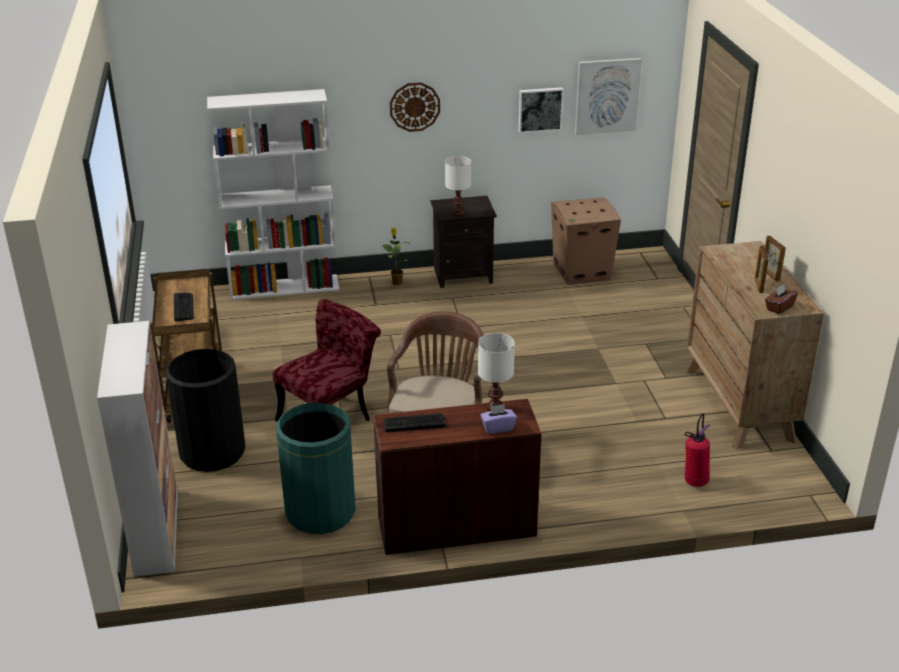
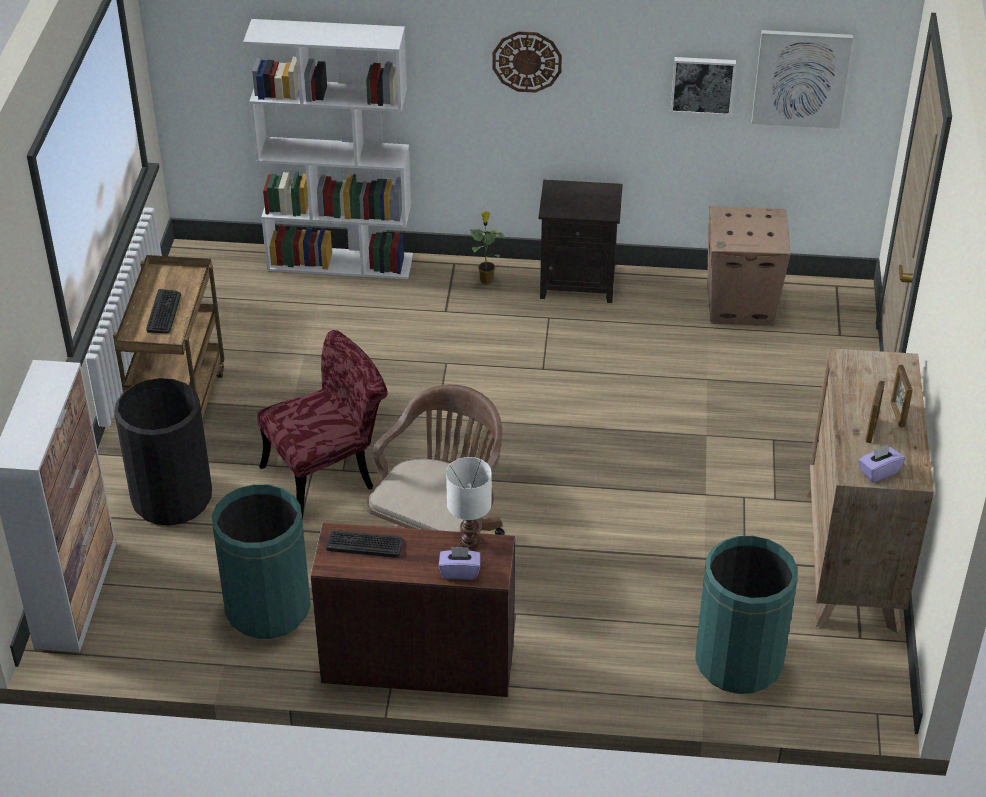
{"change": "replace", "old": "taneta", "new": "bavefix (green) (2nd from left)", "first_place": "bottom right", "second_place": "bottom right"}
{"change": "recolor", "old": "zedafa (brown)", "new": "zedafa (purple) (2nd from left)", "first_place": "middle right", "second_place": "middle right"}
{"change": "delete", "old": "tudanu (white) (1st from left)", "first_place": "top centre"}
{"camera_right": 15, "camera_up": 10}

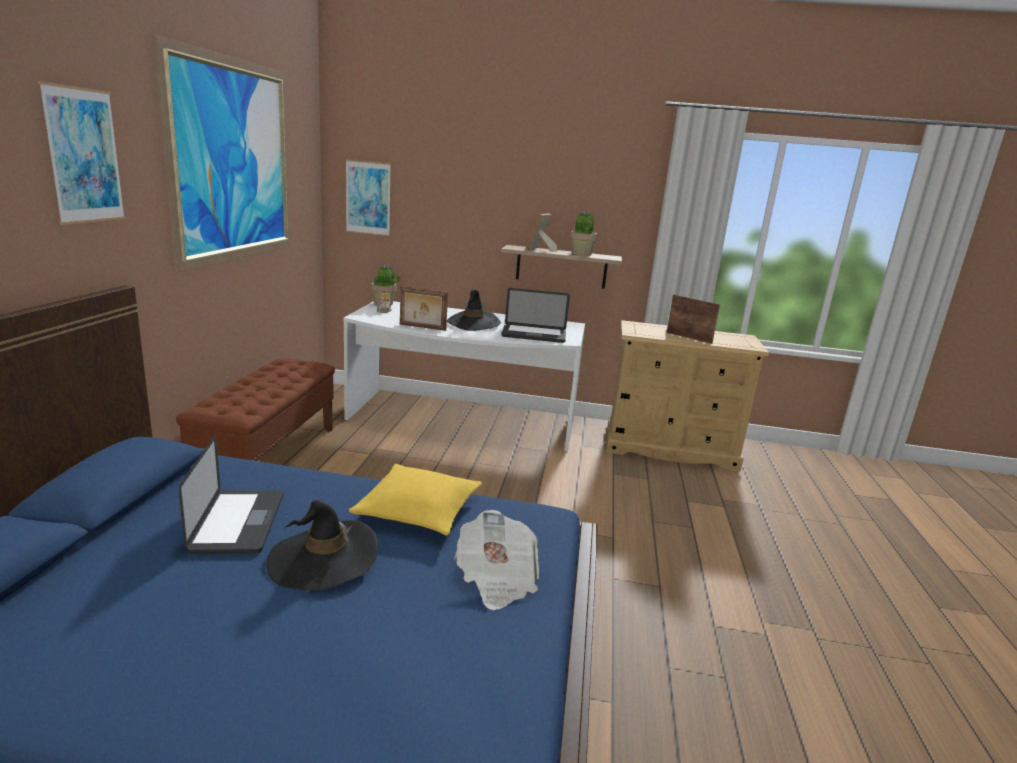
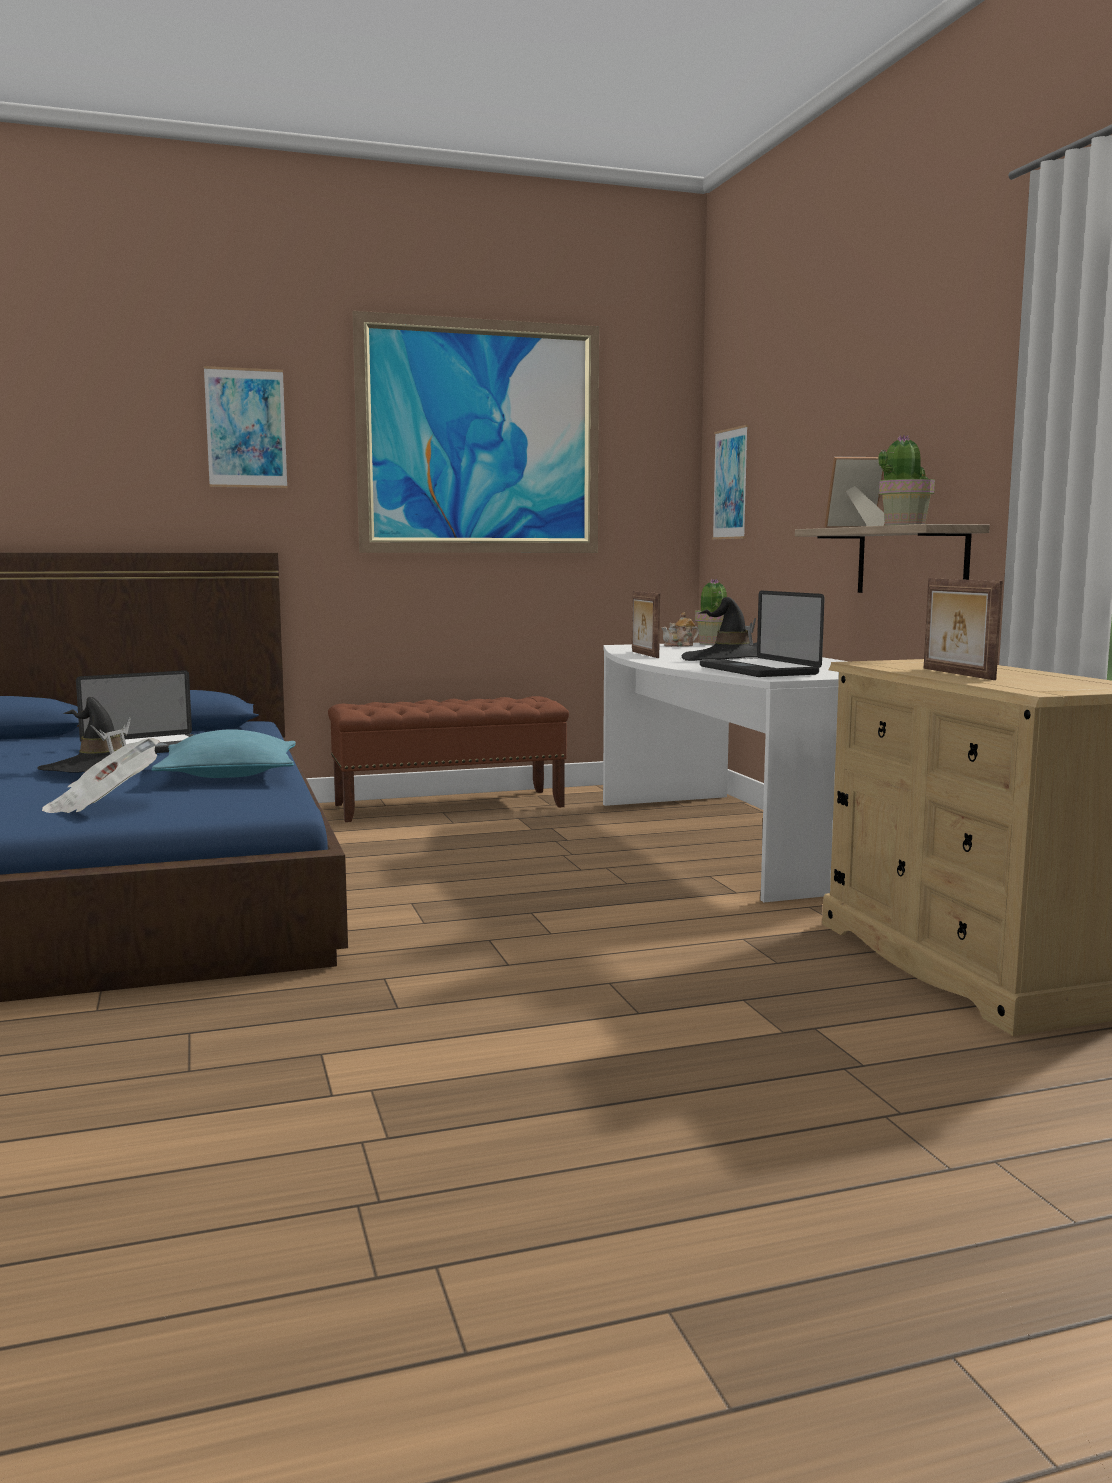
{"change": "recolor", "old": "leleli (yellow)", "new": "leleli (turquoise)", "first_place": "centre", "second_place": "middle left"}
{"change": "rotate", "old": "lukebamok (3rd from left)", "first_place": "middle right", "second_place": "middle right", "degrees": 150}
{"camera_right": 65, "camera_up": -10}

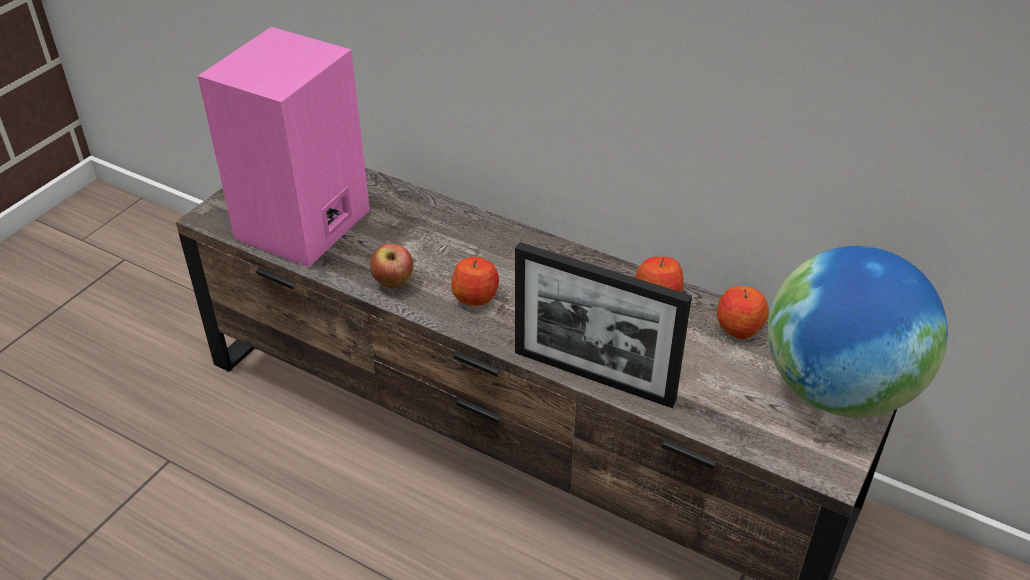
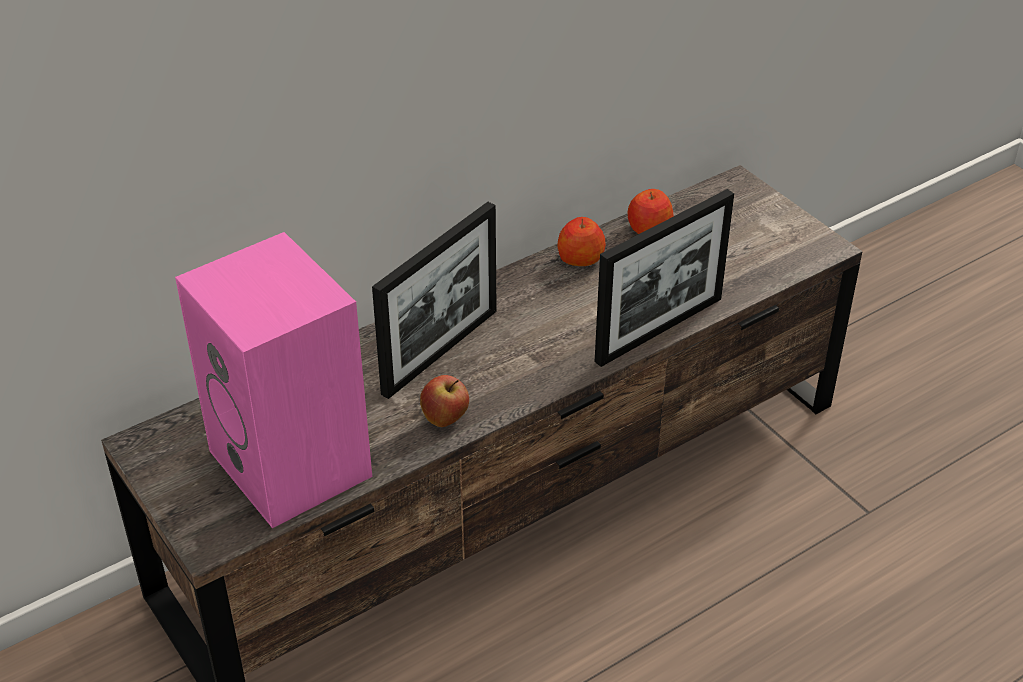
{"change": "insert", "new": "lukebamok (1st from left)", "second_place": "centre"}
{"change": "delete", "old": "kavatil (2nd from left)", "first_place": "centre"}
{"change": "delete", "old": "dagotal", "first_place": "middle right"}
{"camera_right": -65, "camera_up": 0}

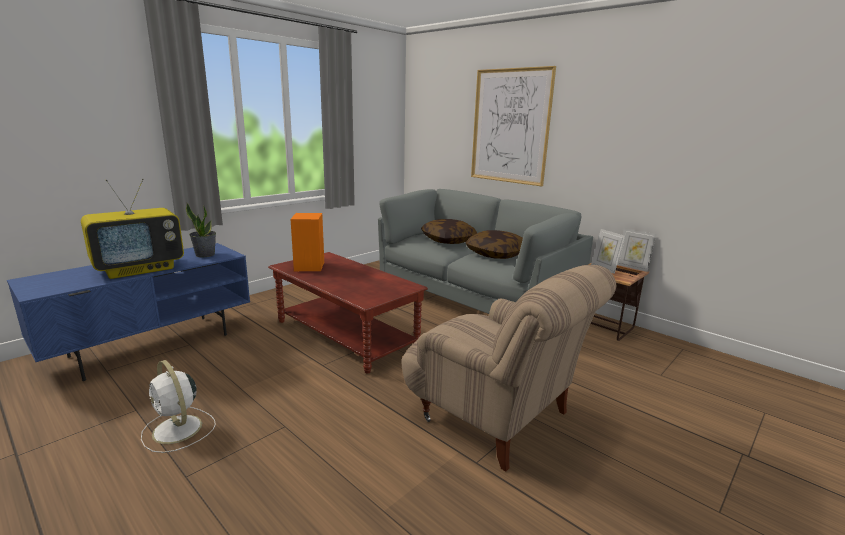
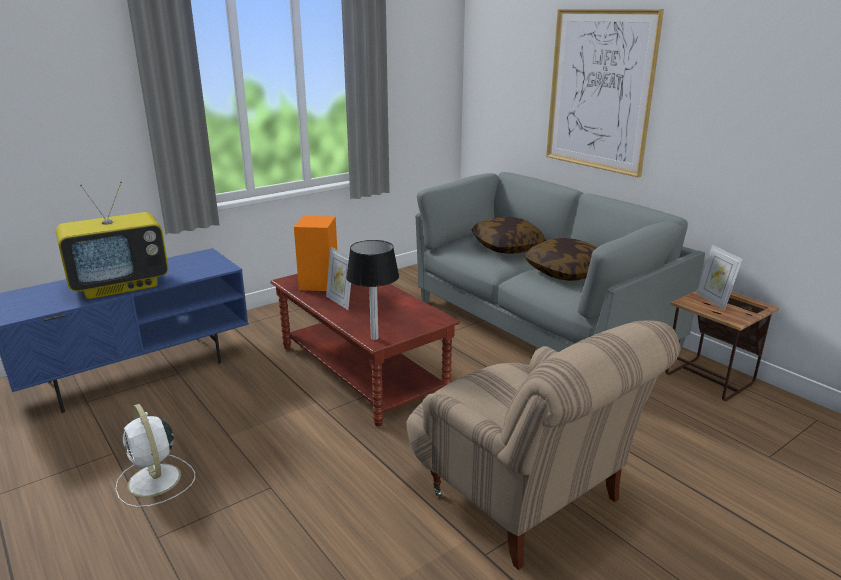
{"change": "move", "old": "lukebamok (2nd from left in the first image)", "new": "lukebamok (1st from left)", "first_place": "middle right", "second_place": "centre"}
{"change": "insert", "new": "tudanu", "second_place": "centre"}
{"change": "delete", "old": "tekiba", "first_place": "middle left"}
{"camera_right": 10, "camera_up": 5}

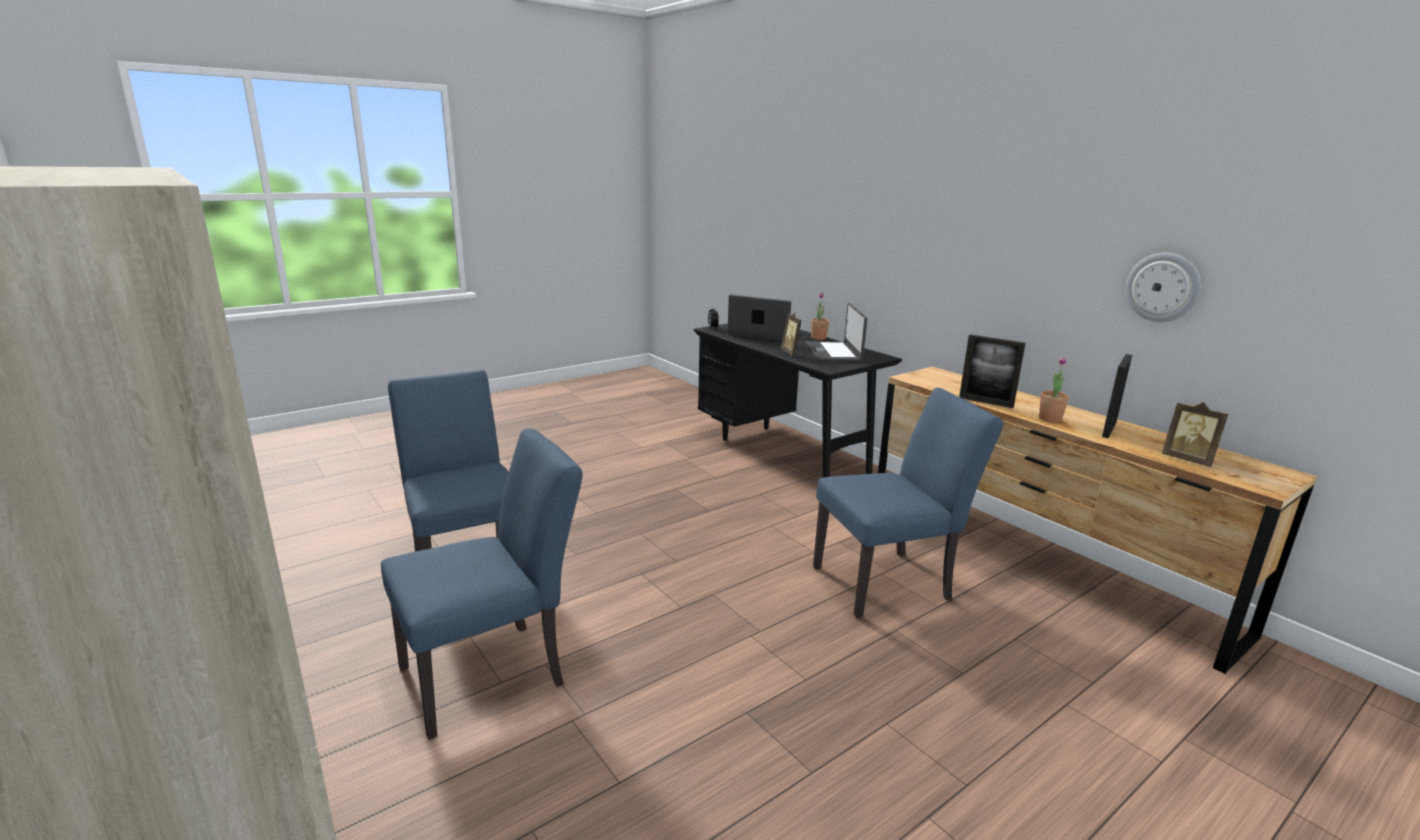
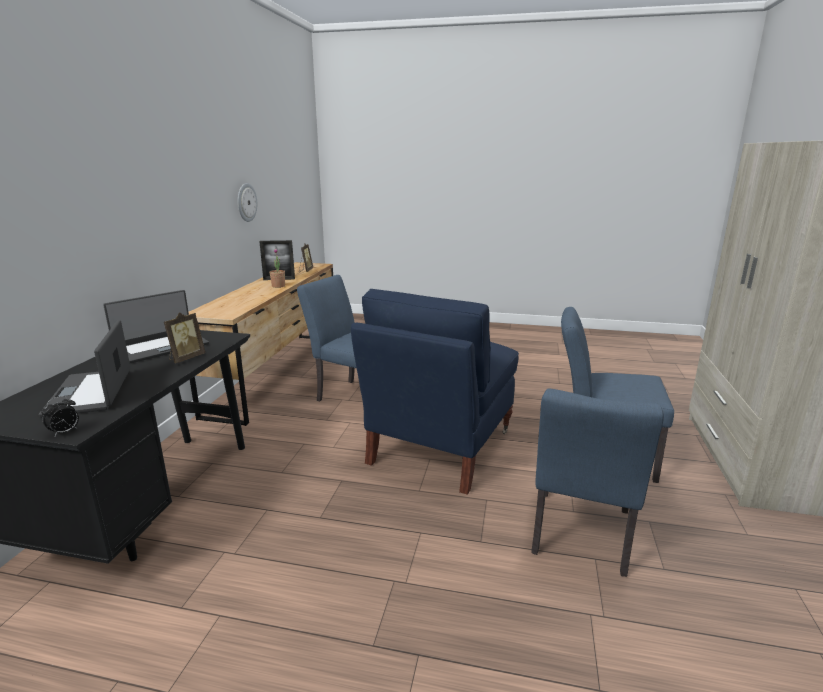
{"change": "insert", "new": "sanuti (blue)", "second_place": "centre"}
{"change": "delete", "old": "tekiba (1st from left)", "first_place": "centre"}
{"change": "delete", "old": "lukebamok (2nd from left)", "first_place": "middle right"}
{"camera_right": -130, "camera_up": 0}

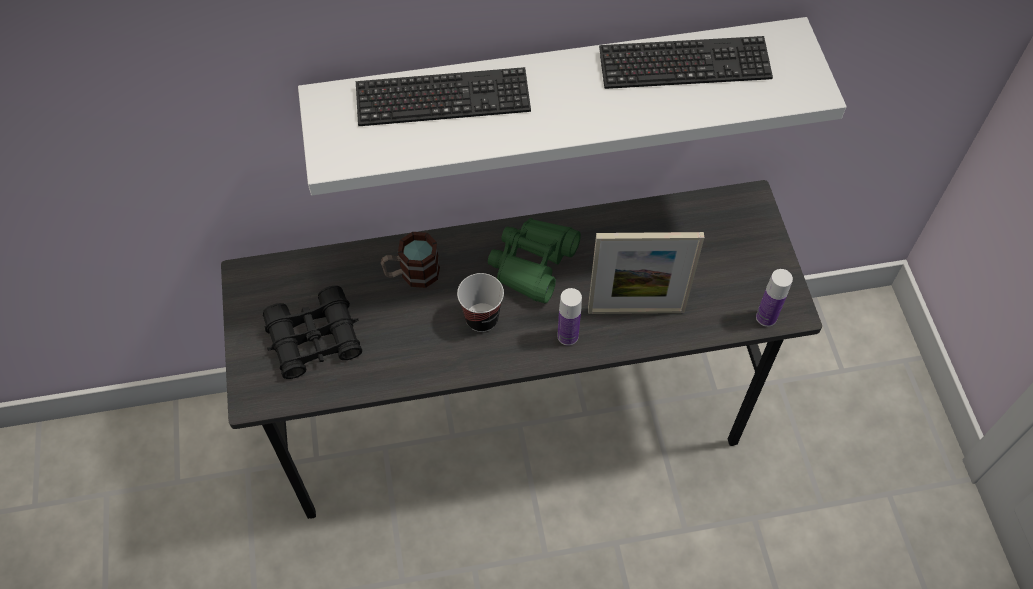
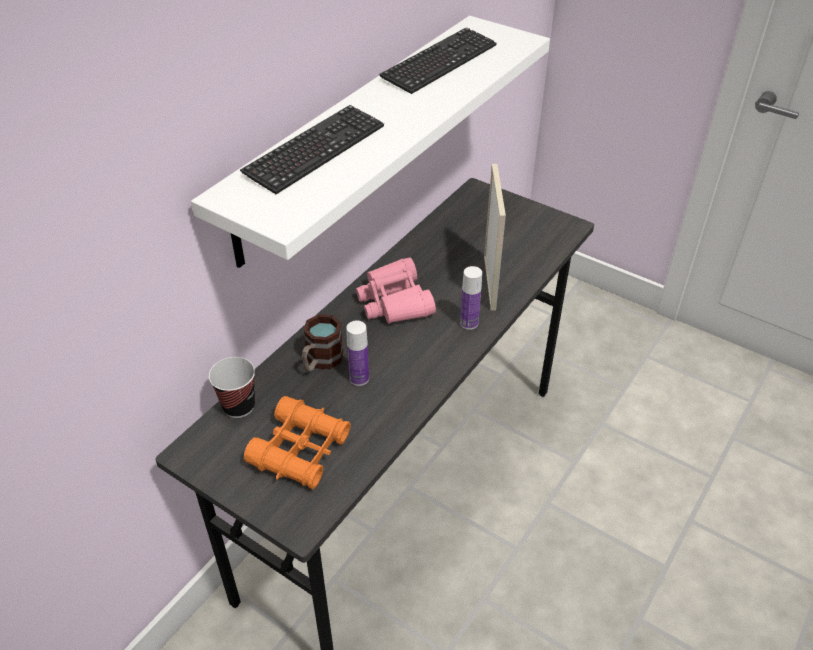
{"change": "move", "old": "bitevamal", "first_place": "centre", "second_place": "middle left"}
{"change": "recolor", "old": "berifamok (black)", "new": "berifamok (orange)", "first_place": "middle left", "second_place": "bottom centre"}
{"change": "move", "old": "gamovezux (2nd from left in the first image)", "new": "gamovezux (1st from left)", "first_place": "middle right", "second_place": "centre"}
{"change": "recolor", "old": "berifamok (green)", "new": "berifamok (pink)", "first_place": "centre", "second_place": "centre"}
{"change": "rotate", "old": "lukebamok", "first_place": "centre", "second_place": "centre", "degrees": -45}
{"camera_right": -45, "camera_up": -15}

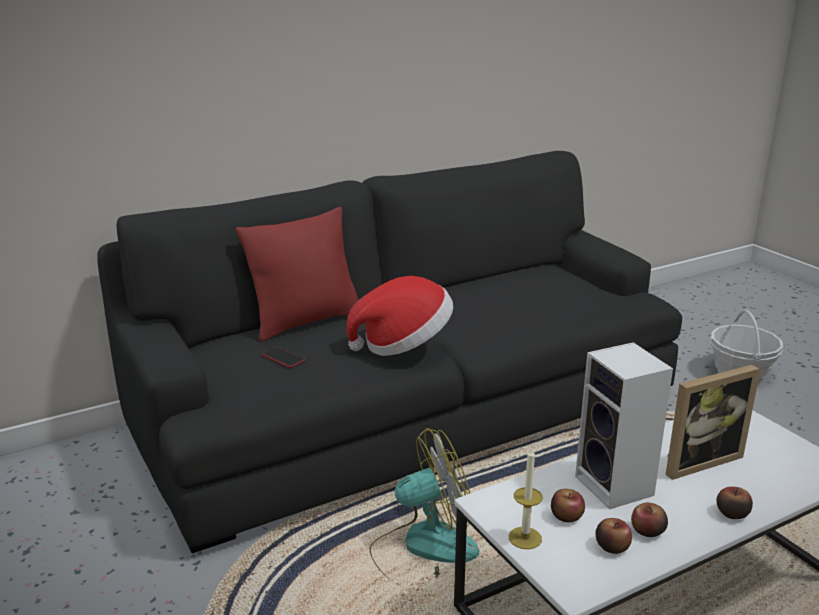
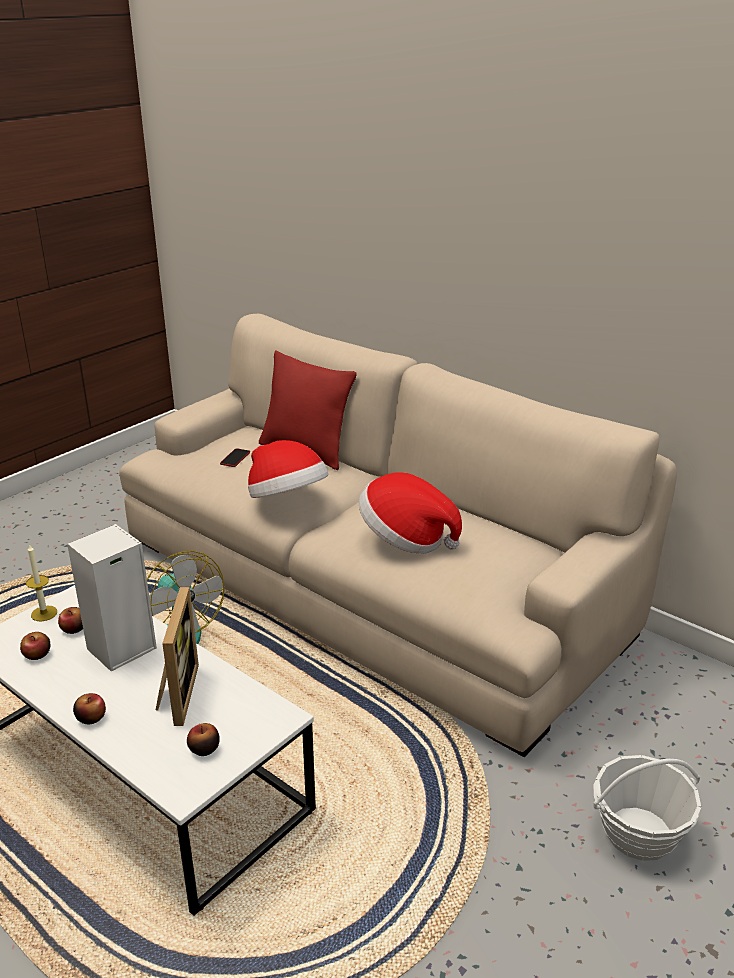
{"change": "recolor", "old": "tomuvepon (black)", "new": "tomuvepon (beige)", "first_place": "centre", "second_place": "centre"}
{"change": "rotate", "old": "lukebamok", "first_place": "bottom right", "second_place": "bottom left", "degrees": -135}
{"change": "move", "old": "kavatil (3rd from left in the first image)", "new": "kavatil (4th from left)", "first_place": "bottom right", "second_place": "bottom left"}
{"change": "insert", "new": "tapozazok (2nd from left)", "second_place": "centre"}
{"camera_right": 70, "camera_up": 5}

